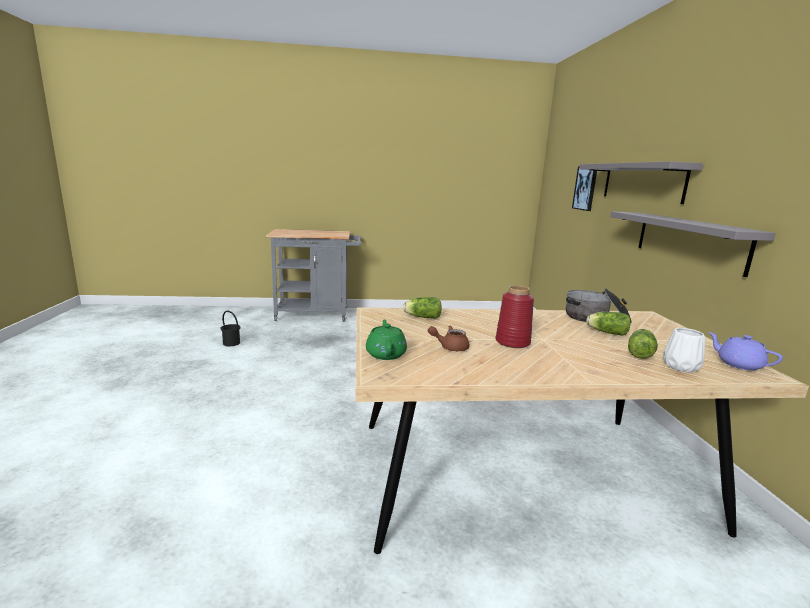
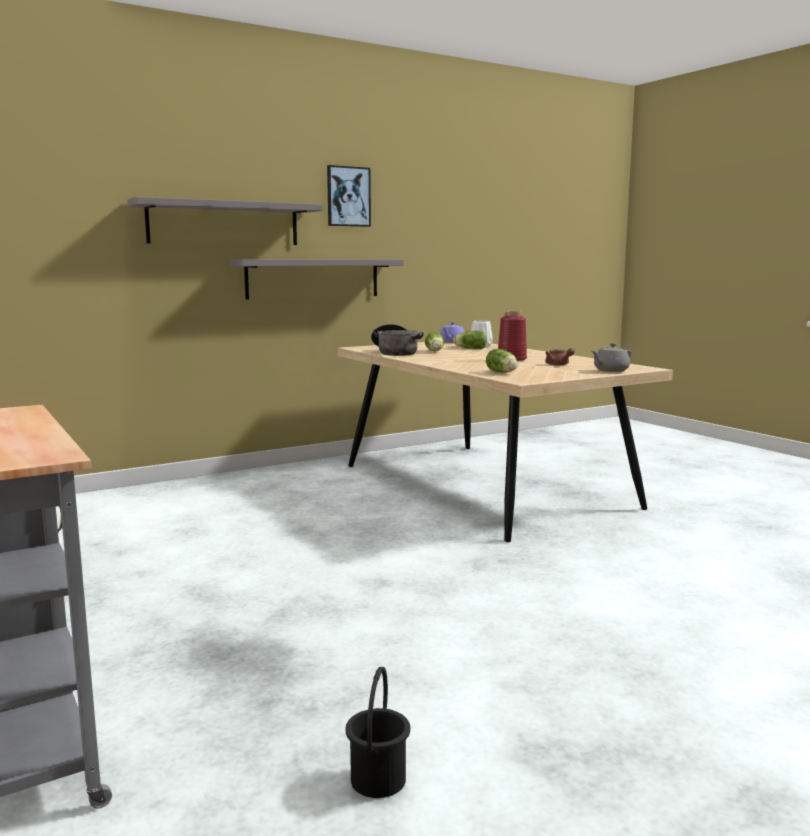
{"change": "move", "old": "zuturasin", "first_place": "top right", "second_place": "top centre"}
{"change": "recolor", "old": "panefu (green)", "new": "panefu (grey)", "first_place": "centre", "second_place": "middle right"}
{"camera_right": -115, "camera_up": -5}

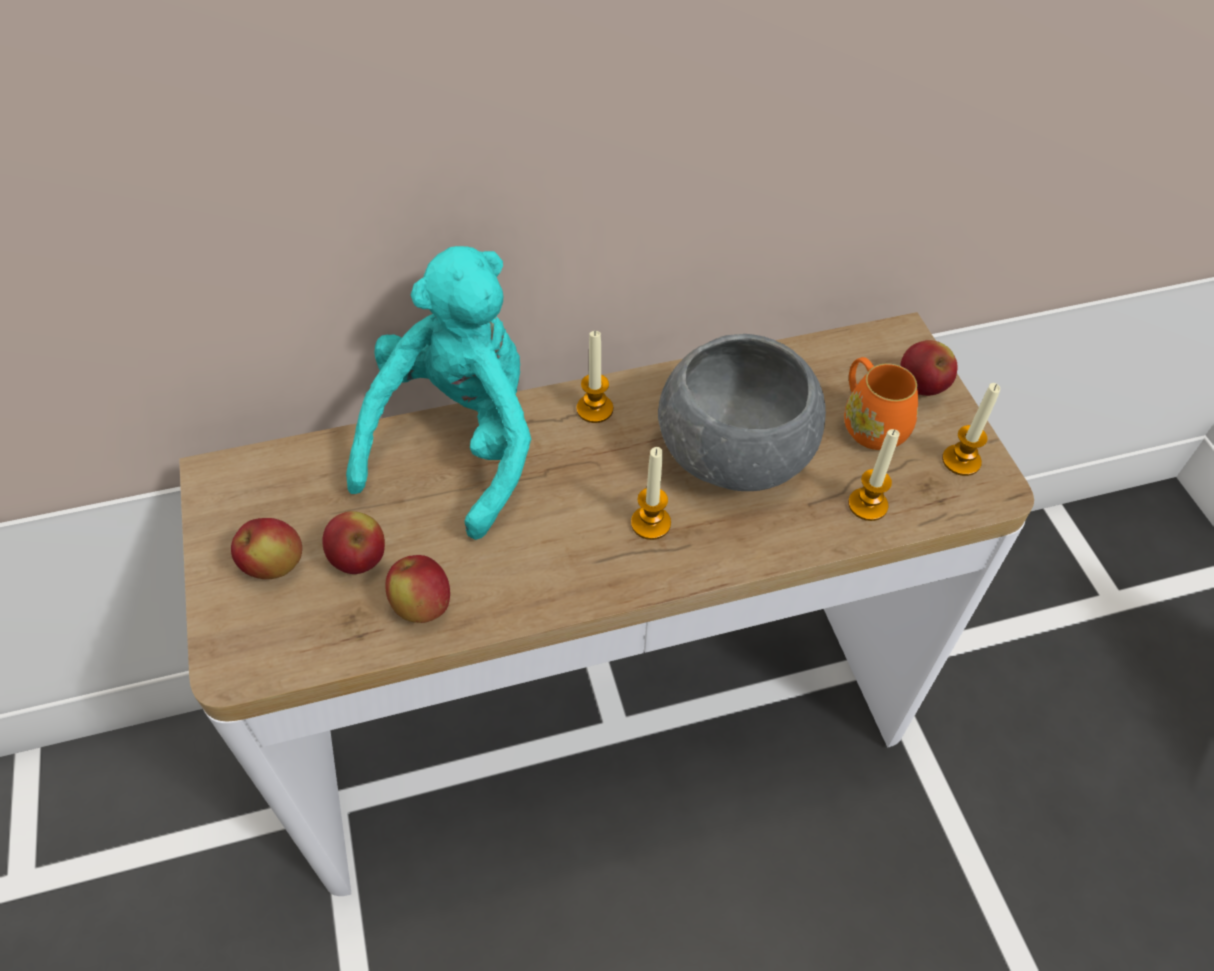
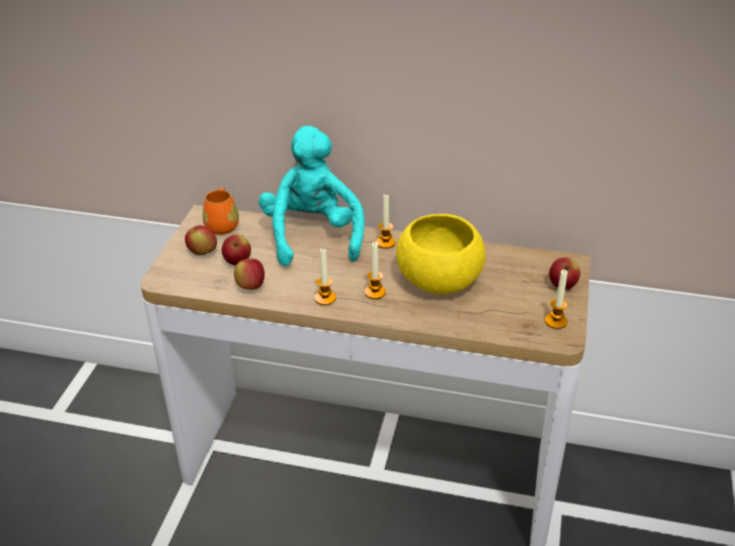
{"change": "move", "old": "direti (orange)", "first_place": "middle right", "second_place": "middle left"}
{"change": "rotate", "old": "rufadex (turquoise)", "first_place": "centre", "second_place": "centre", "degrees": -60}
{"change": "move", "old": "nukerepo (3rd from left in the first image)", "new": "nukerepo (1st from left)", "first_place": "middle right", "second_place": "centre"}
{"change": "recolor", "old": "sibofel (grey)", "new": "sibofel (yellow)", "first_place": "centre", "second_place": "centre"}
{"camera_right": 30, "camera_up": -15}

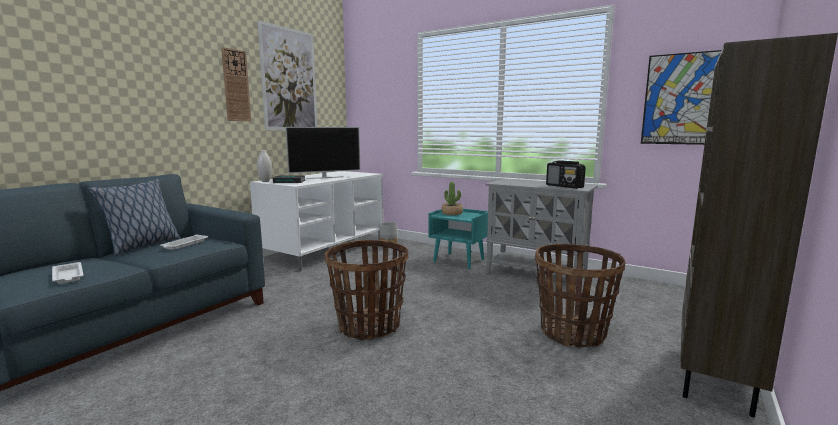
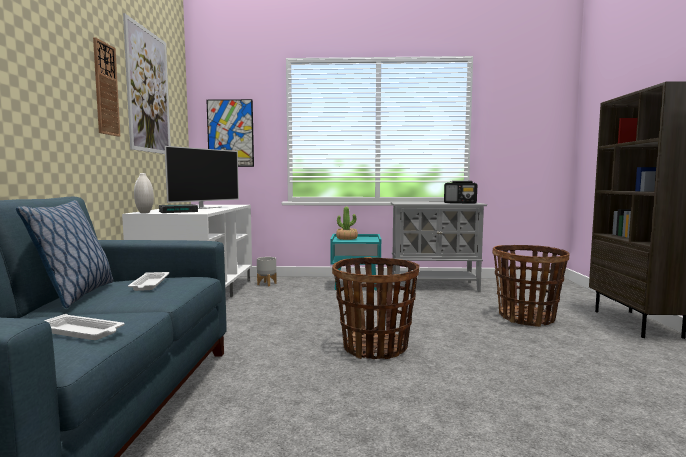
{"change": "move", "old": "zuturasin (2nd from left)", "first_place": "top right", "second_place": "top centre"}
{"camera_right": -30, "camera_up": -5}

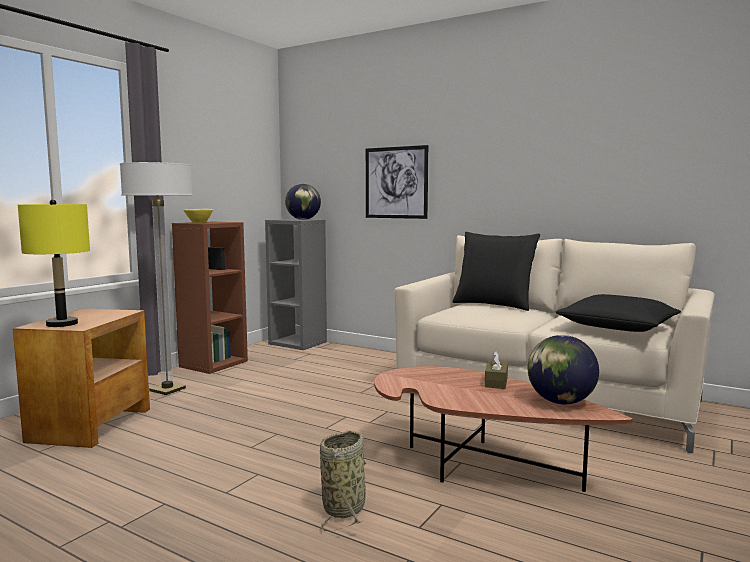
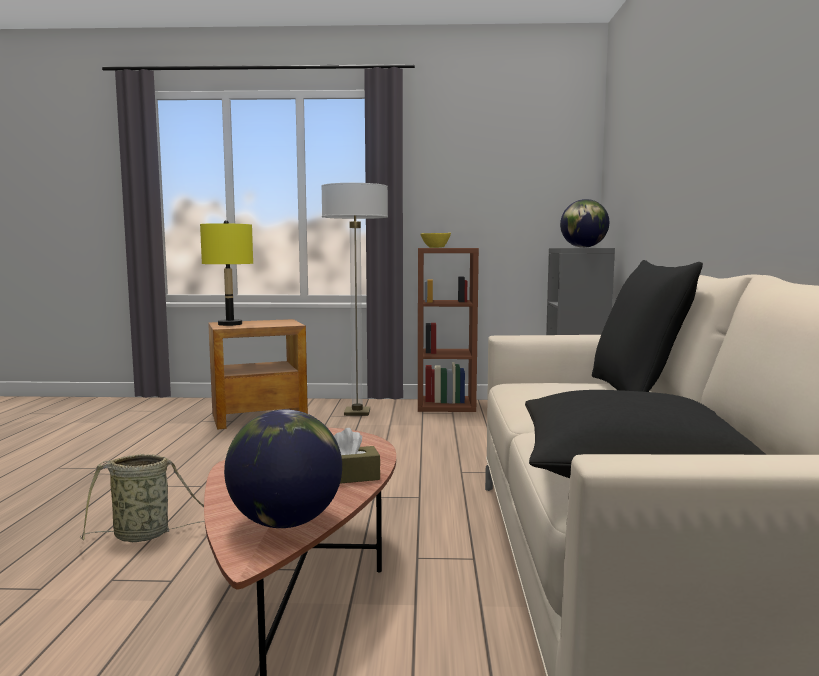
{"change": "delete", "old": "zuturasin", "first_place": "top centre"}
{"camera_right": 60, "camera_up": 0}

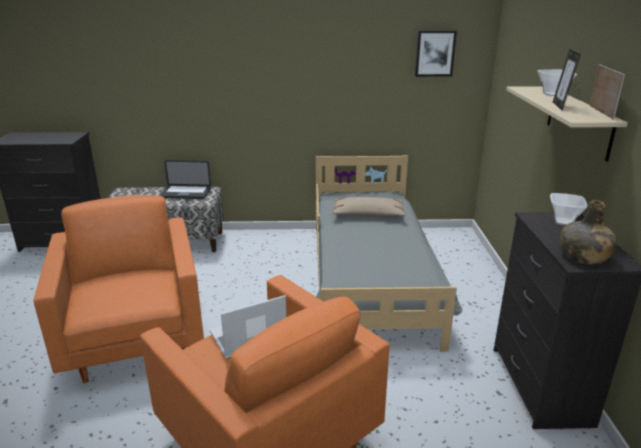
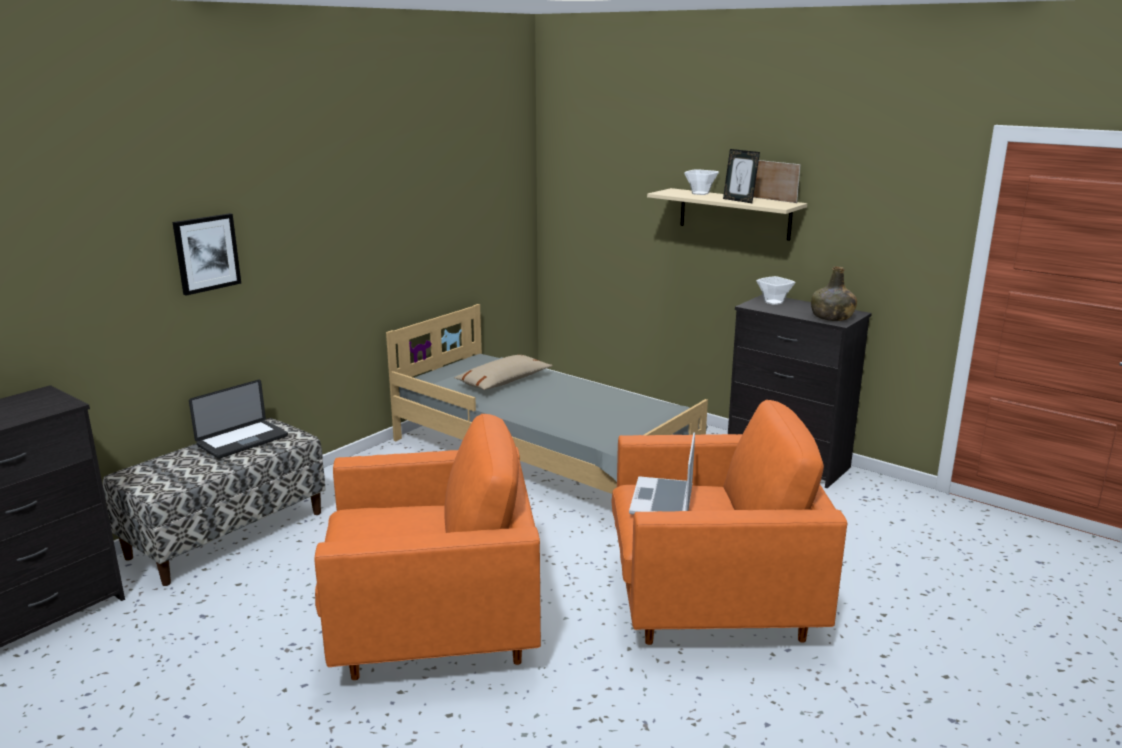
{"change": "move", "old": "zuturasin", "first_place": "top right", "second_place": "middle left"}
{"change": "rotate", "old": "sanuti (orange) (1st from left)", "first_place": "middle left", "second_place": "bottom centre", "degrees": 150}
{"camera_right": -50, "camera_up": -5}

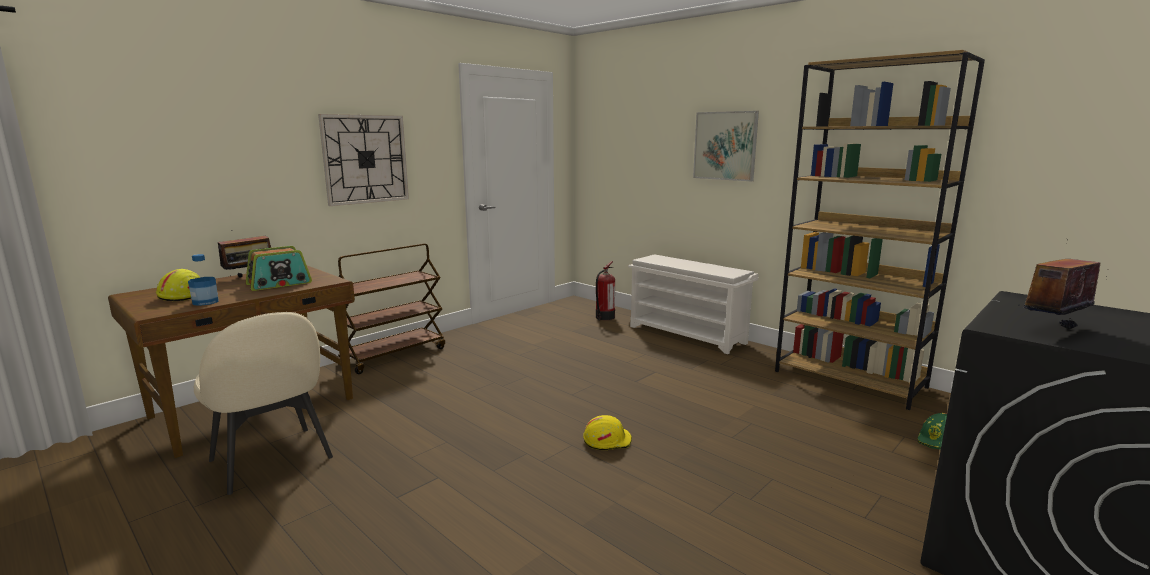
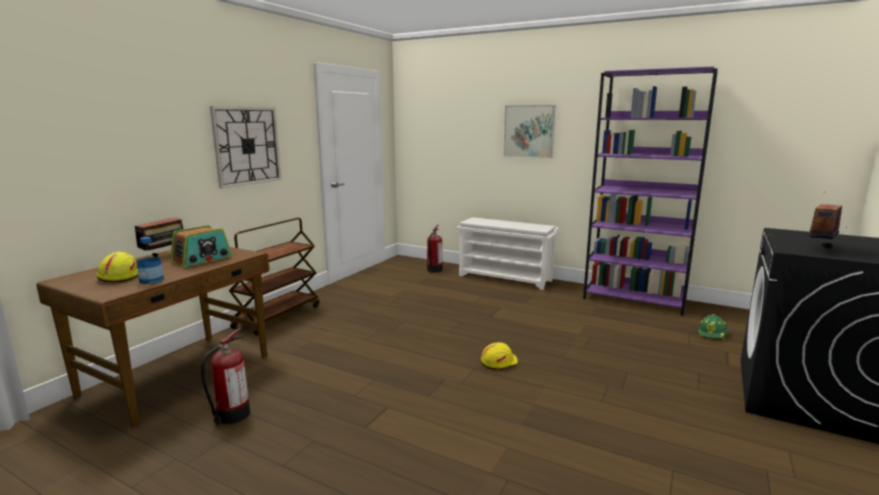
{"change": "replace", "old": "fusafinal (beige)", "new": "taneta (1st from left)", "first_place": "bottom left", "second_place": "bottom left"}
{"change": "recolor", "old": "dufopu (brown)", "new": "dufopu (purple)", "first_place": "middle right", "second_place": "middle right"}
{"camera_right": -15, "camera_up": 0}

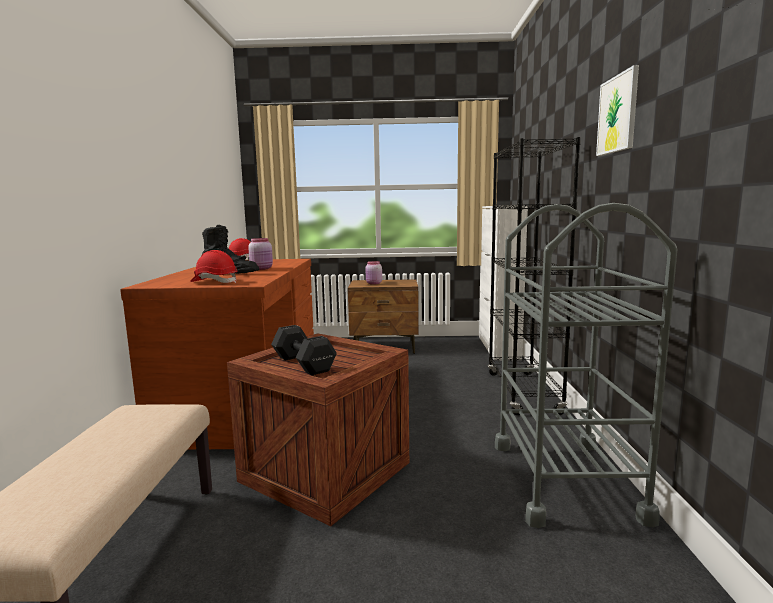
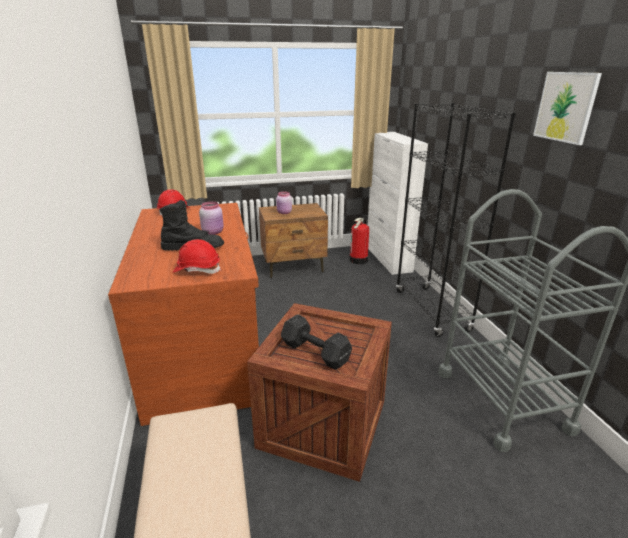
{"change": "insert", "new": "taneta", "second_place": "centre"}
{"camera_right": -15, "camera_up": 15}

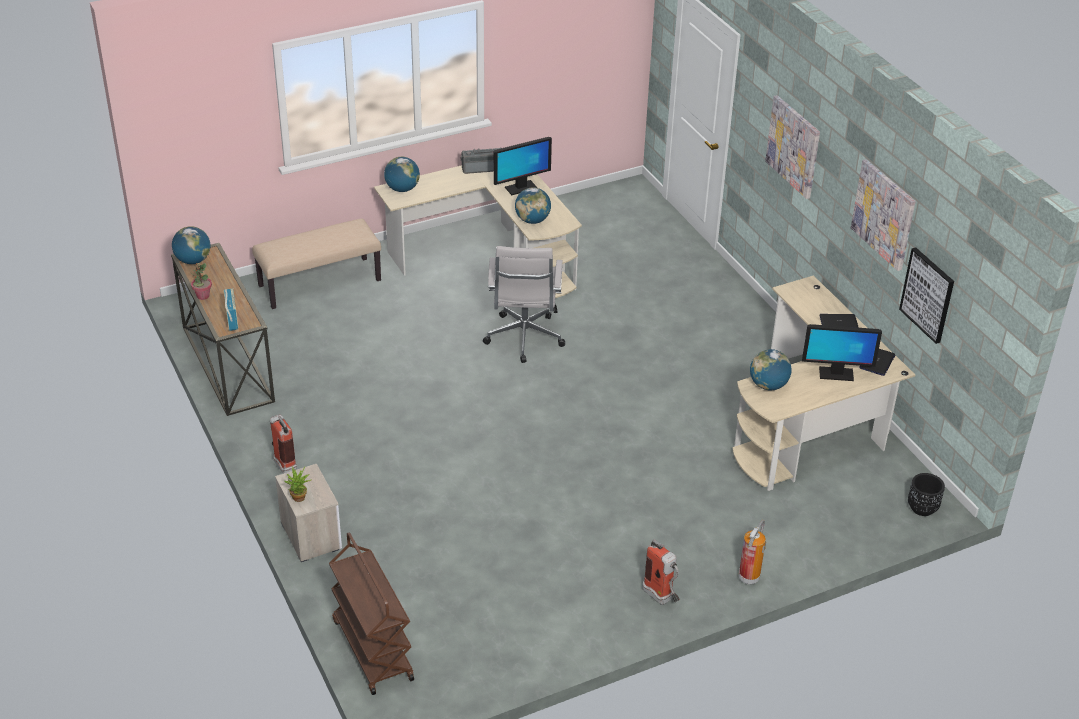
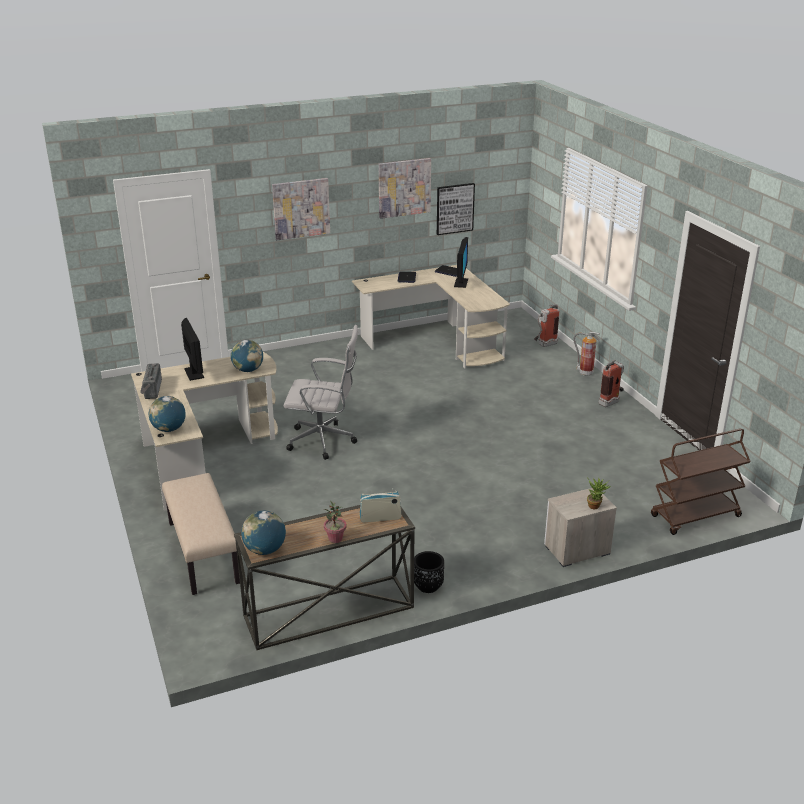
{"change": "move", "old": "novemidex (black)", "first_place": "bottom right", "second_place": "bottom centre"}
{"change": "move", "old": "taneta (1st from left)", "first_place": "middle left", "second_place": "middle right"}
{"change": "delete", "old": "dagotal (4th from left)", "first_place": "middle right"}
{"camera_right": -85, "camera_up": -10}

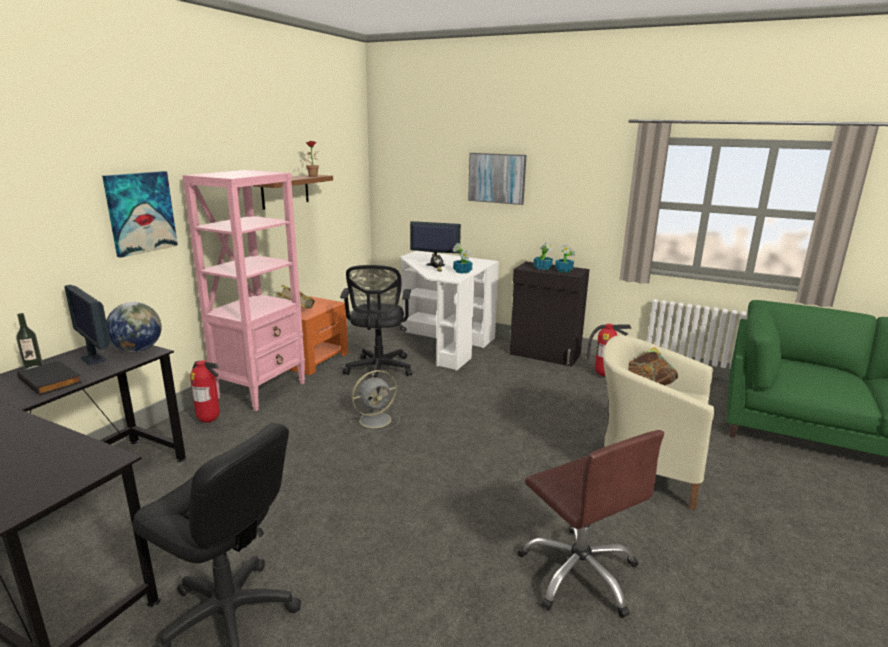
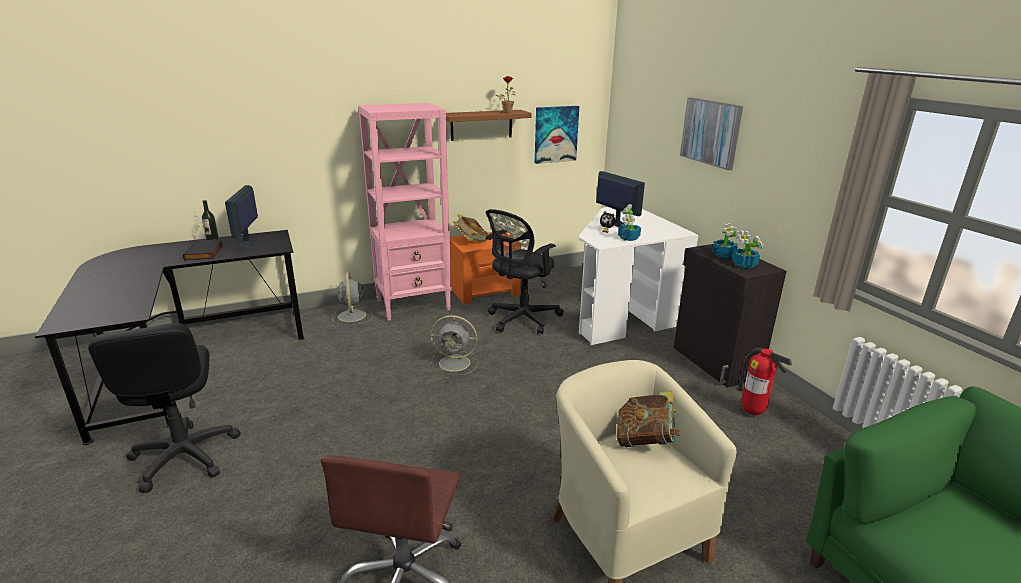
{"change": "replace", "old": "taneta (1st from left)", "new": "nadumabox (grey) (1st from left)", "first_place": "middle left", "second_place": "centre"}
{"change": "move", "old": "zuturasin (1st from left)", "first_place": "top left", "second_place": "top centre"}
{"change": "delete", "old": "dagotal", "first_place": "middle left"}
{"camera_right": 40, "camera_up": 5}

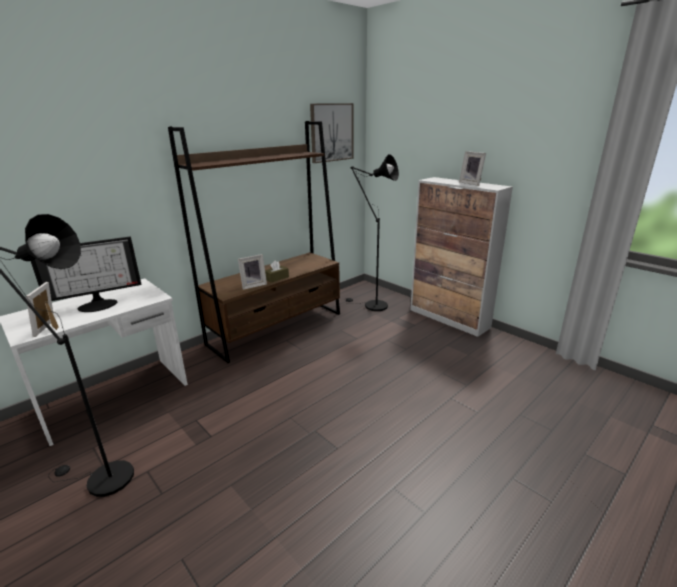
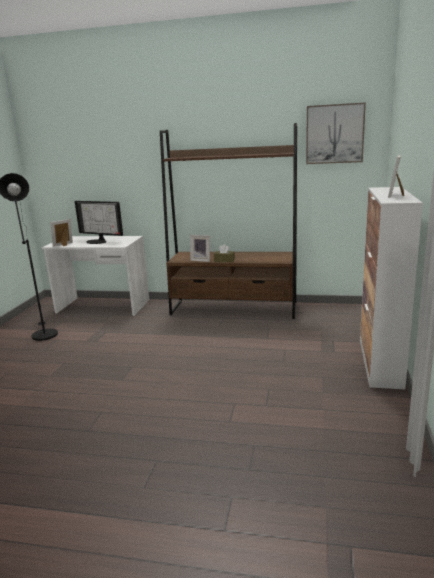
{"change": "delete", "old": "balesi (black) (2nd from left)", "first_place": "centre"}
{"camera_right": 55, "camera_up": -5}

